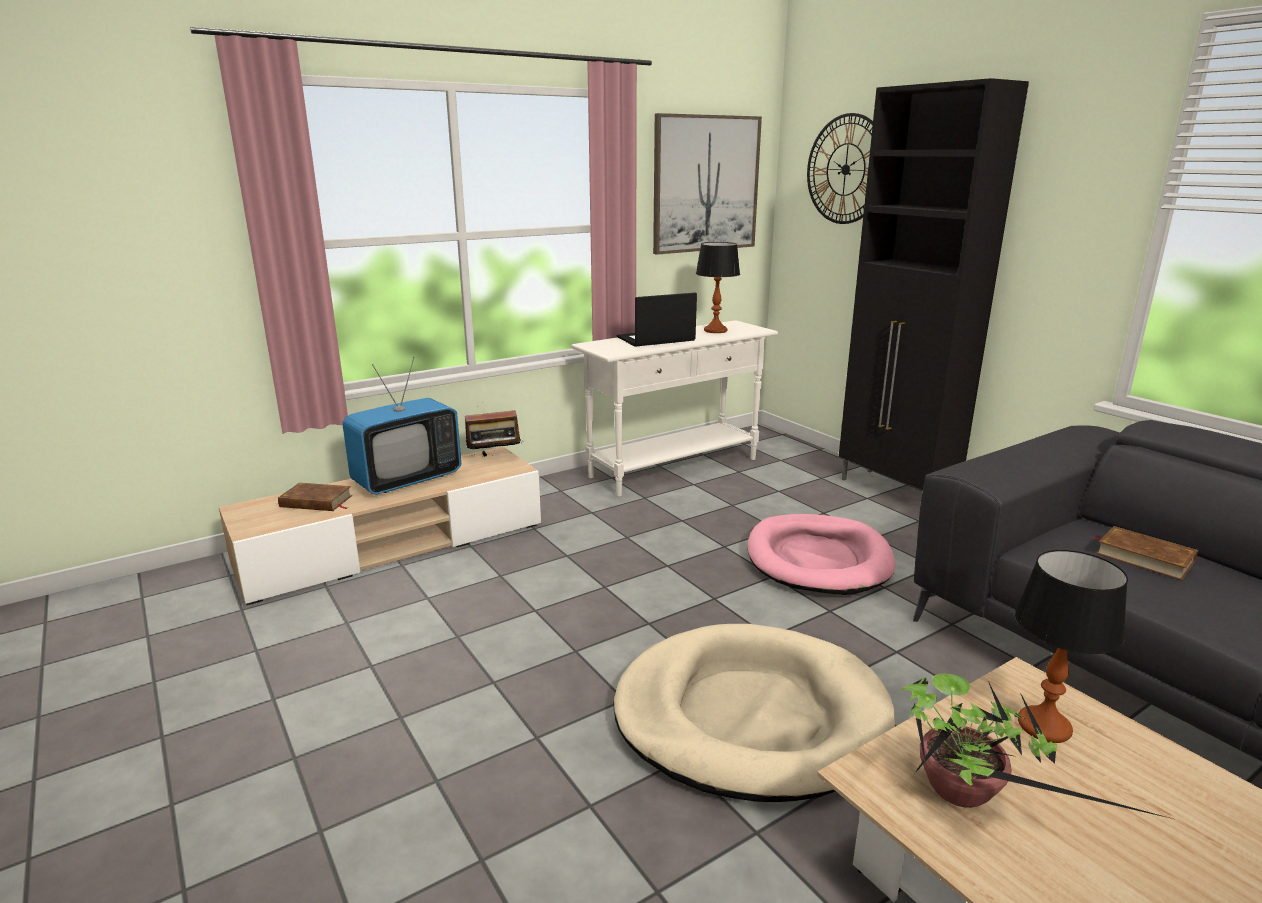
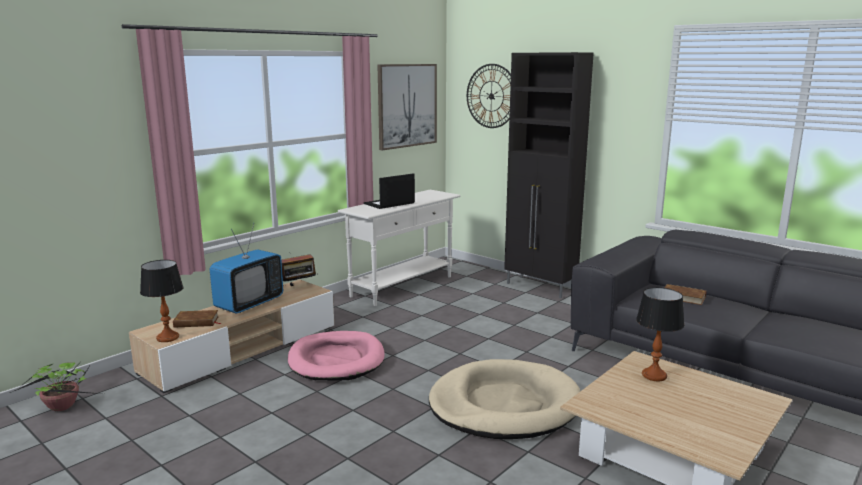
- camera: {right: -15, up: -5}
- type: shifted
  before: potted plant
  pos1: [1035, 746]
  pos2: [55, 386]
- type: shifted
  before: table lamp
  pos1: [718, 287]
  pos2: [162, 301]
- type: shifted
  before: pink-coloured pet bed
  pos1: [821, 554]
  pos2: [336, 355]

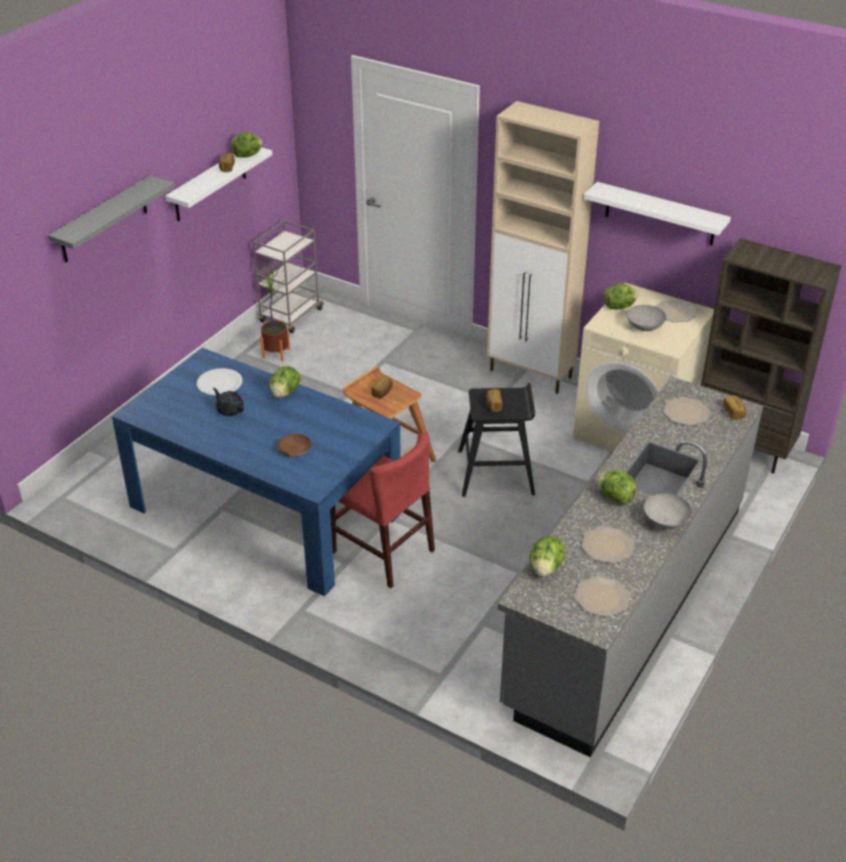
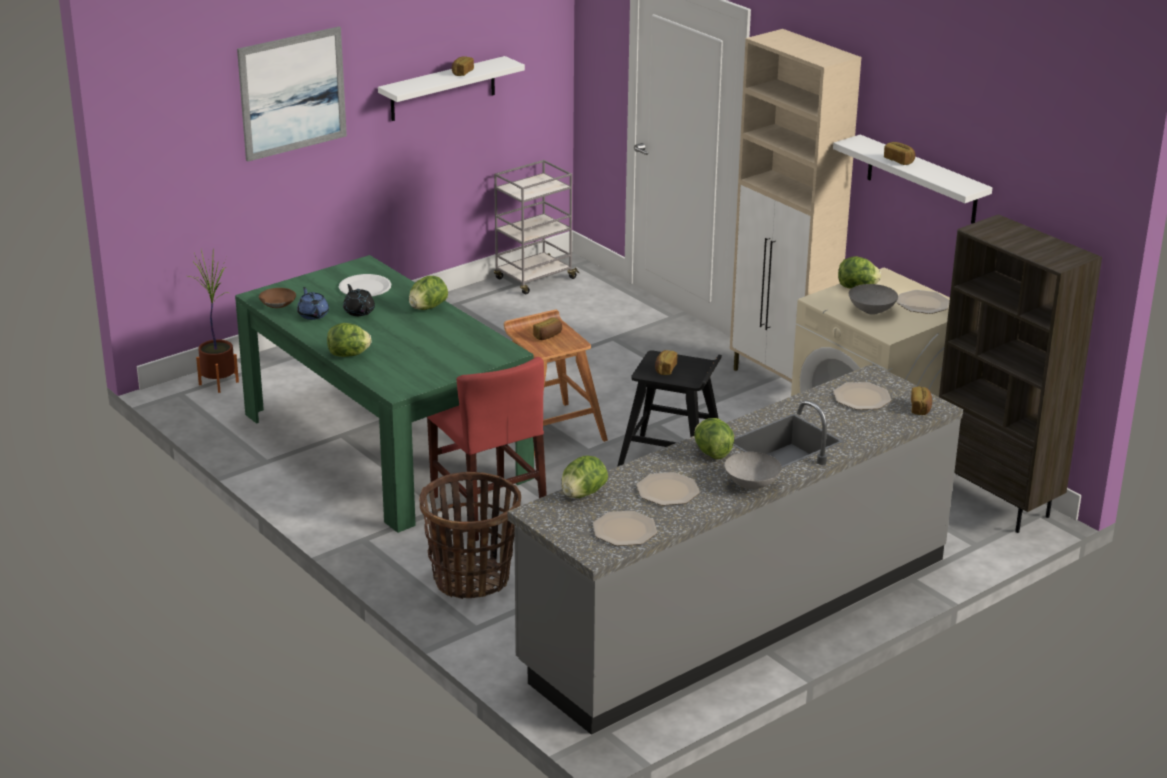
- camera: {right: 20, up: -10}
- type: shifted
  before: potted plant
  pos1: [271, 308]
  pos2: [213, 321]
- type: repainted
  before: blue-coloured dining table
  after: green dining table
  pos1: [256, 472]
  pos2: [384, 394]
- type: swapped
  before: greyish shelf
  after: wall art
  pos1: [111, 218]
  pos2: [292, 94]
- type: shifted
  before: brownish bowl
  pos1: [294, 445]
  pos2: [277, 298]
- type: new
  after: blue-coloured tea pot
  pos2: [313, 303]
- type: shifted
  before: lettuce
  pos1: [246, 145]
  pos2: [349, 340]
- type: new
  after: household basket
  pos2: [470, 535]
- type: new
  after: bread
  pos2: [900, 153]

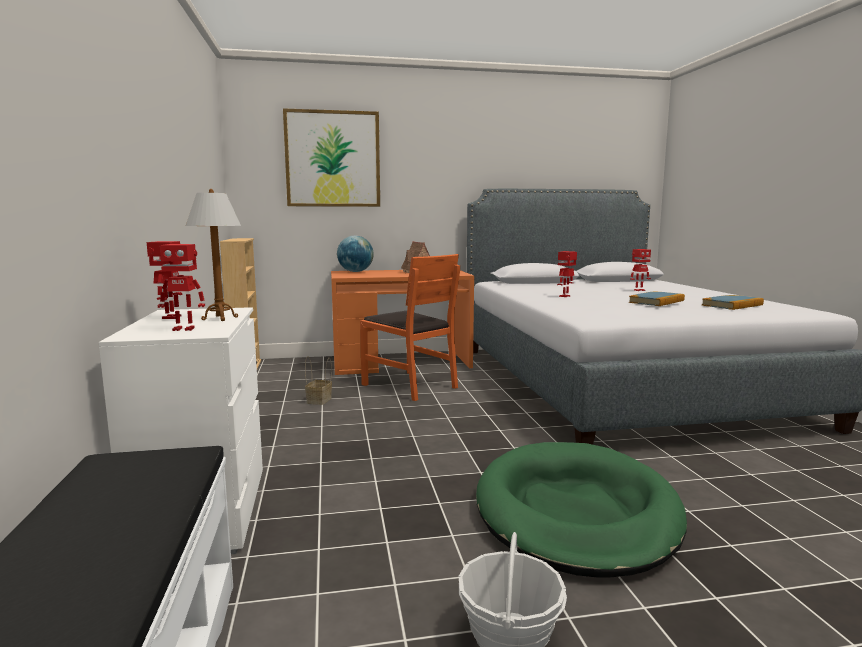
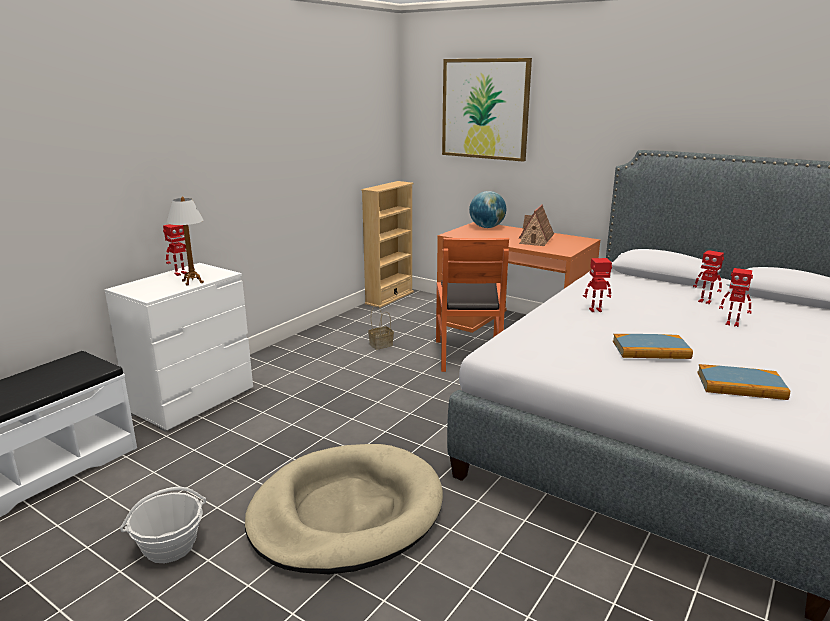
- camera: {right: 45, up: 10}
- type: repainted
  before: green pet bed
  after: beige pet bed
  pos1: [581, 510]
  pos2: [344, 509]
- type: shifted
  before: robot figure
  pos1: [181, 287]
  pos2: [708, 277]

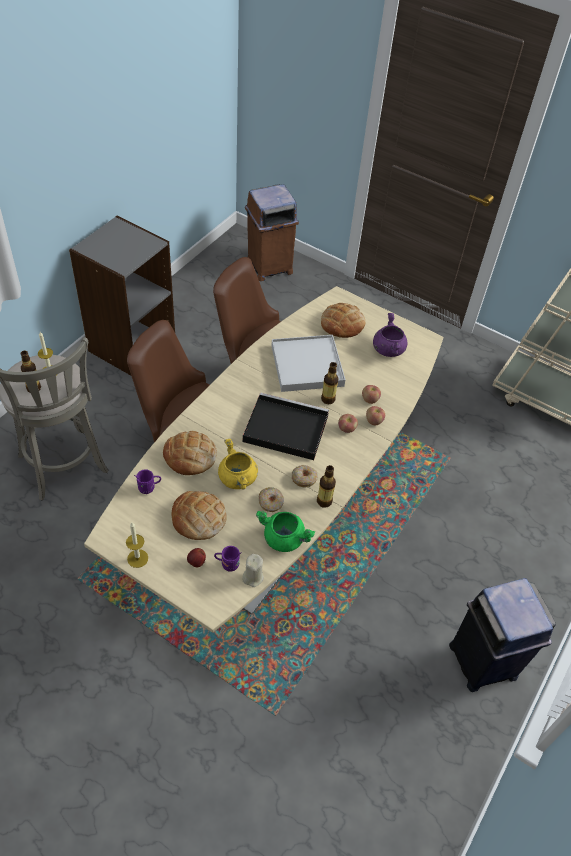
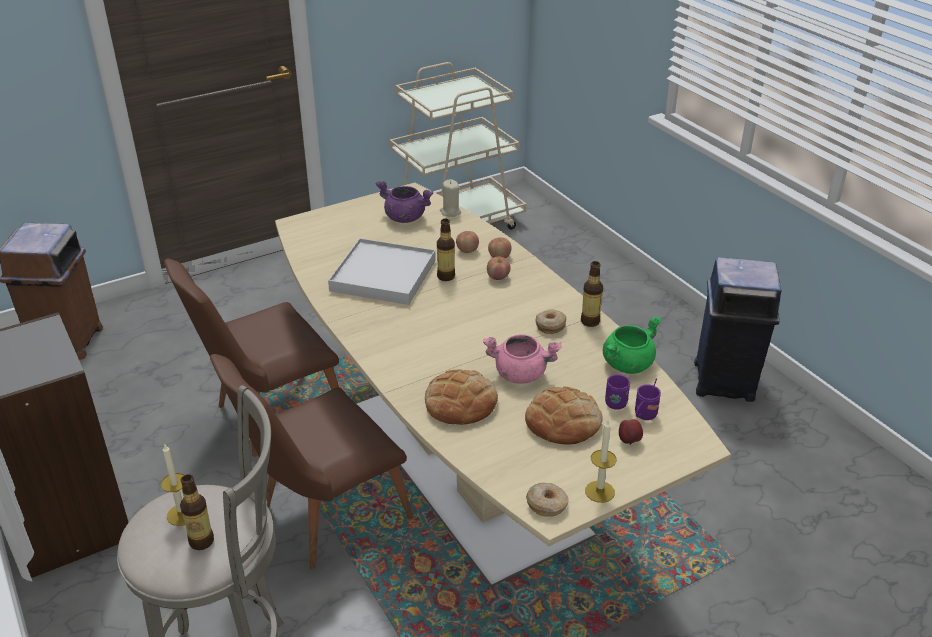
- camera: {right: -60, up: -15}
- type: shifted
  before: beige candle
  pos1: [253, 570]
  pos2: [450, 198]
- type: repainted
  before: yellowish cooking pot
  after: pink-coloured cooking pot
  pos1: [238, 464]
  pos2: [522, 359]
- type: shifted
  before: donut
  pos1: [271, 499]
  pos2: [547, 500]
- type: shifted
  before: purple tea mug
  pos1: [147, 481]
  pos2: [617, 392]
- type: gone
  before: blackish tray
  pos1: [286, 426]
- type: gone
  before: bread
  pos1: [343, 320]

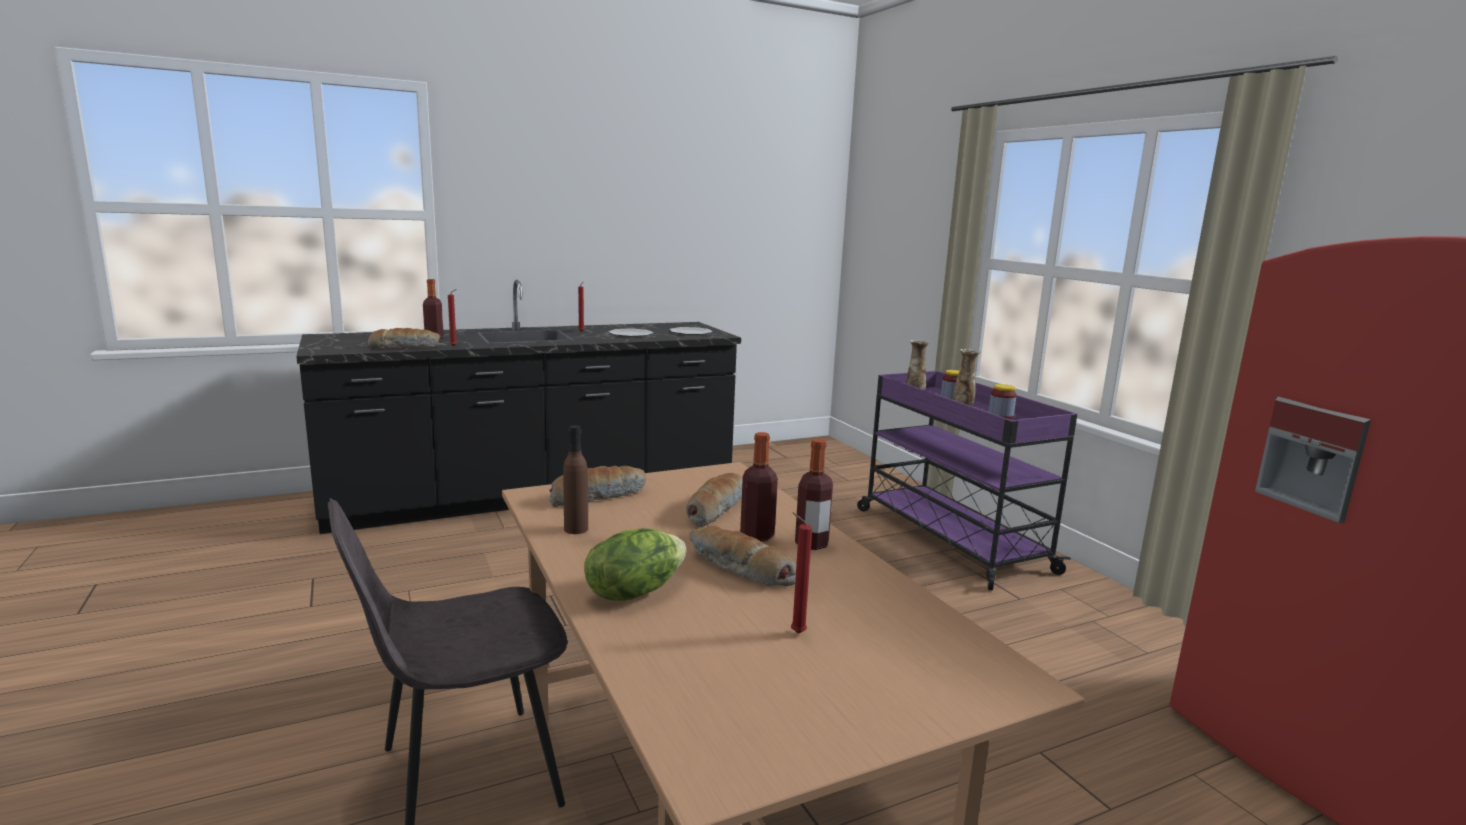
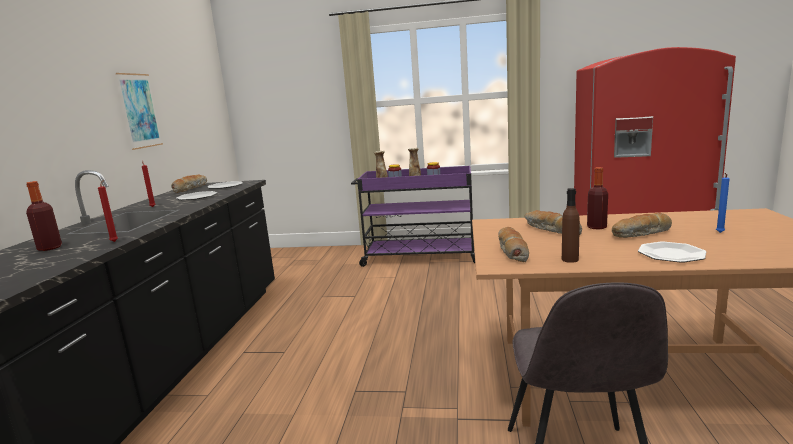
- camera: {right: -55, up: 0}
- type: new
  after: wall art
  pos2: [139, 111]
- type: shifted
  before: bread
  pos1: [404, 338]
  pos2: [189, 183]
- type: swapped
  before: lettuce
  after: flat dish
  pos1: [635, 564]
  pos2: [672, 252]
- type: repainted
  before: reddish candle
  after: blue-coloured candle
  pos1: [801, 573]
  pos2: [723, 203]
- type: gone
  before: beverage bottle
  pos1: [814, 494]

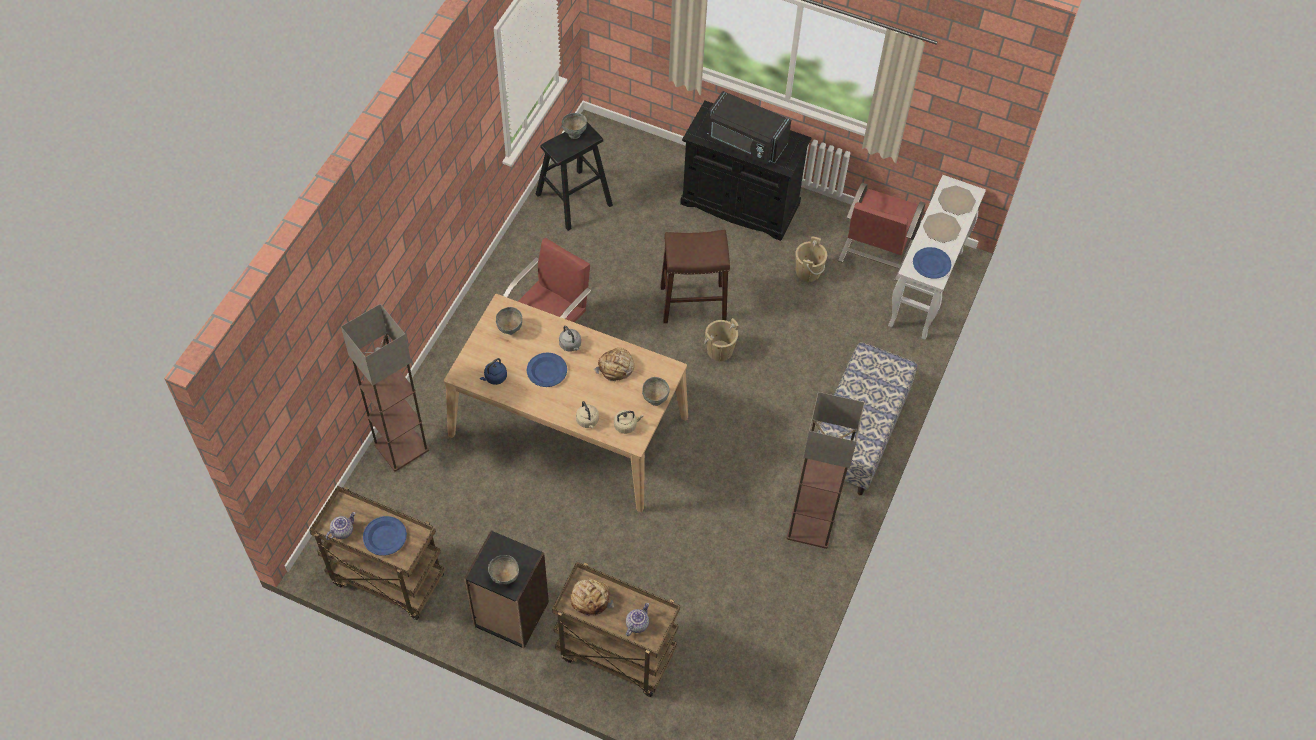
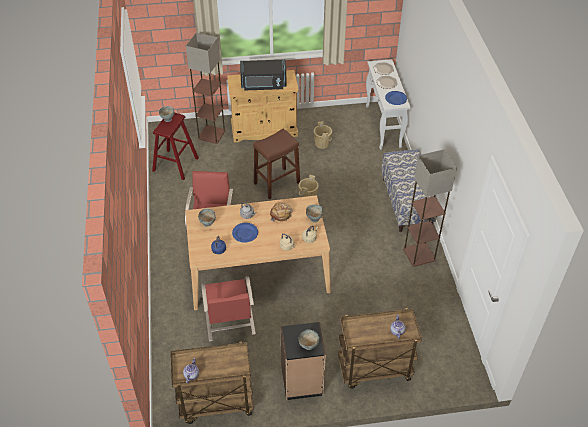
- camera: {right: -30, up: -10}
- type: repainted
  before: blackish stool seat
  after: reddish stool seat
  pos1: [574, 176]
  pos2: [175, 146]
- type: shifted
  before: standard lamp
  pos1: [385, 388]
  pos2: [206, 88]
- type: shifted
  before: reddish chair
  pos1: [882, 232]
  pos2: [228, 309]
- type: repainted
  before: blackish cupboard
  after: beige cupboard
  pos1: [745, 171]
  pos2: [263, 106]
- type: gone
  before: blue-coloured flat dish
  pos1: [385, 536]
- type: gone
  before: bread
  pos1: [592, 597]

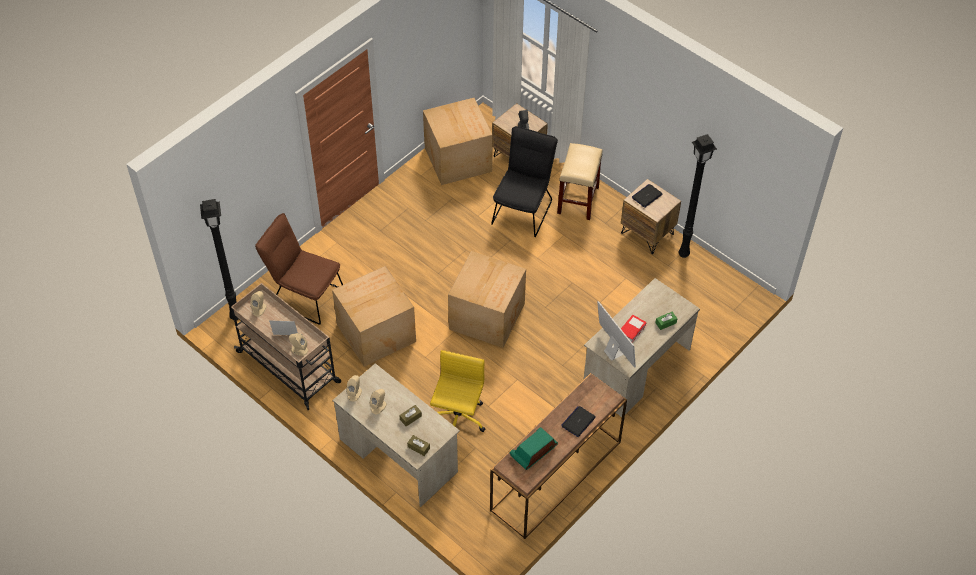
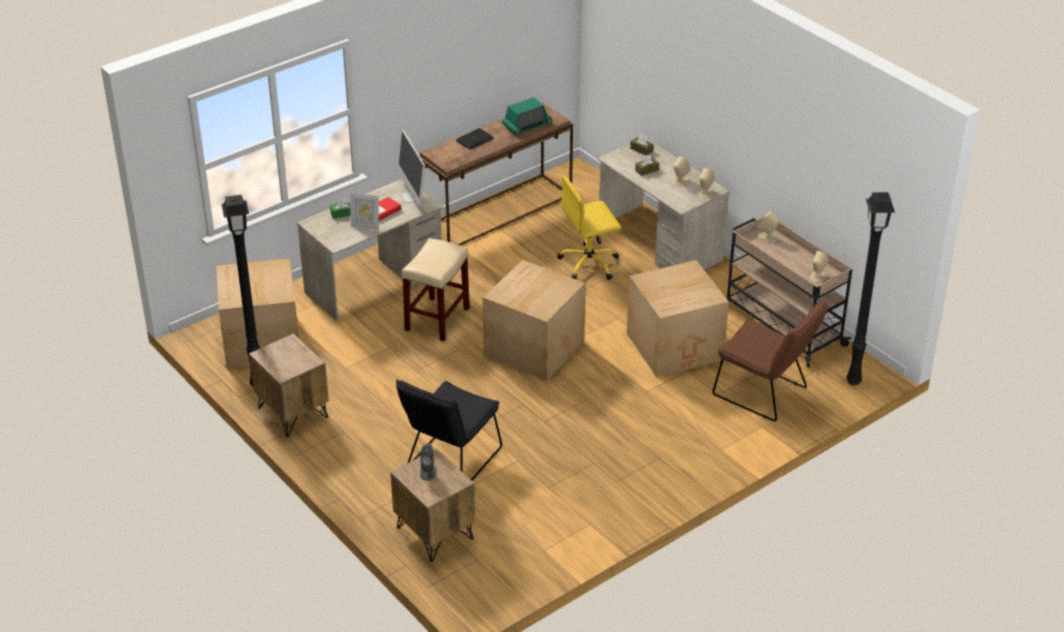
- camera: {right: -170, up: -15}
- type: shifted
  before: carton
  pos1: [458, 141]
  pos2: [257, 313]
- type: shifted
  before: standing frame
  pos1: [283, 327]
  pos2: [364, 211]
- type: shifted
  before: beige stool seat
  pos1: [580, 181]
  pos2: [436, 290]
- type: rotated
  before: yellowish desk chair
  pos1: [458, 391]
  pos2: [589, 227]
  turn: 45
- type: gone
  before: notebook computer
  pos1: [647, 196]

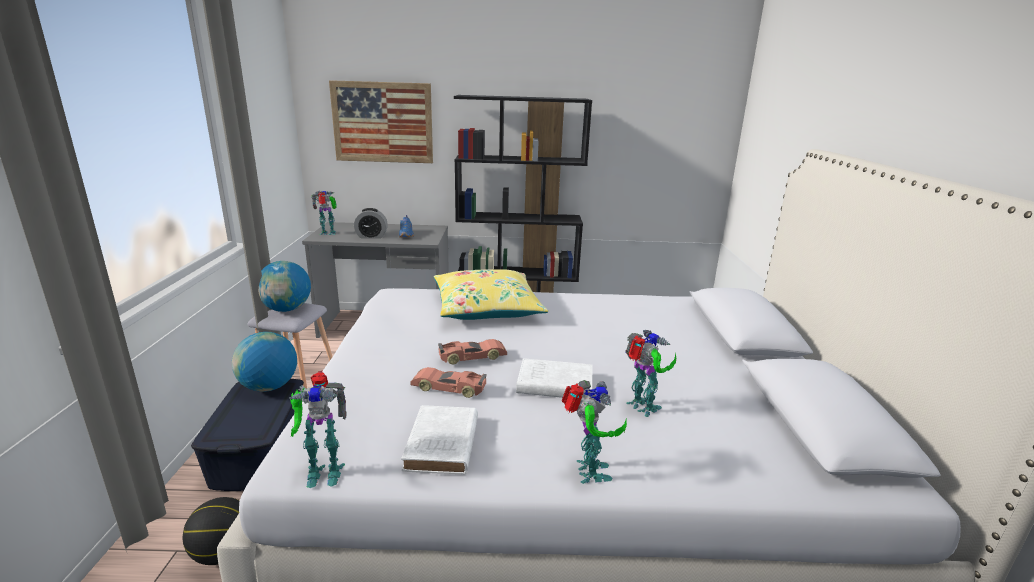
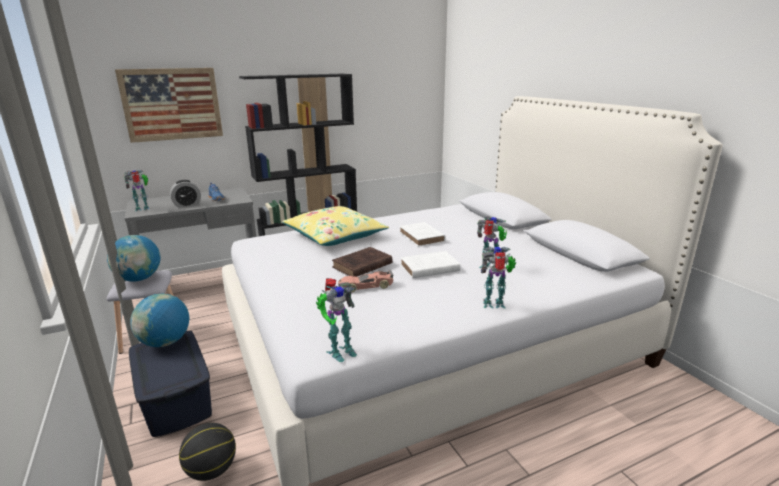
- camera: {right: -25, up: 0}
- type: swapped
  before: model car
  after: brownish volume
  pos1: [472, 351]
  pos2: [362, 262]
- type: shifted
  before: whitish volume
  pos1: [439, 440]
  pos2: [422, 234]
- type: rotated
  before: robot figure
  pos1: [594, 432]
  pos2: [498, 277]
  turn: -60

